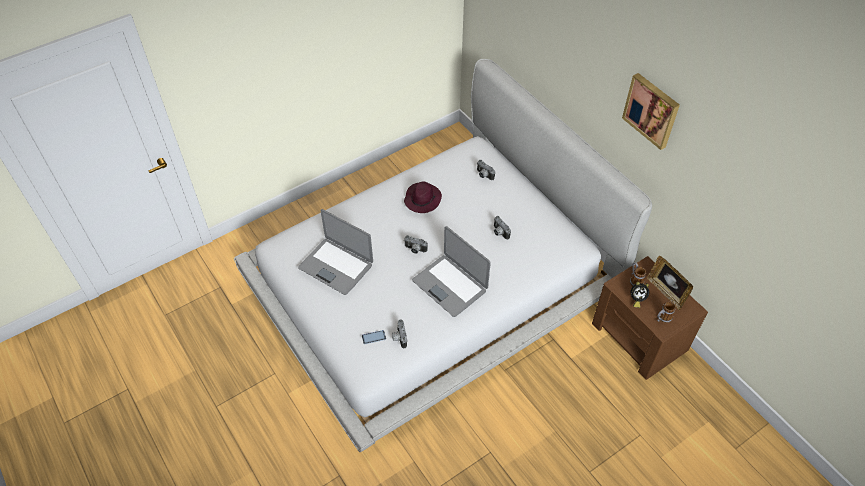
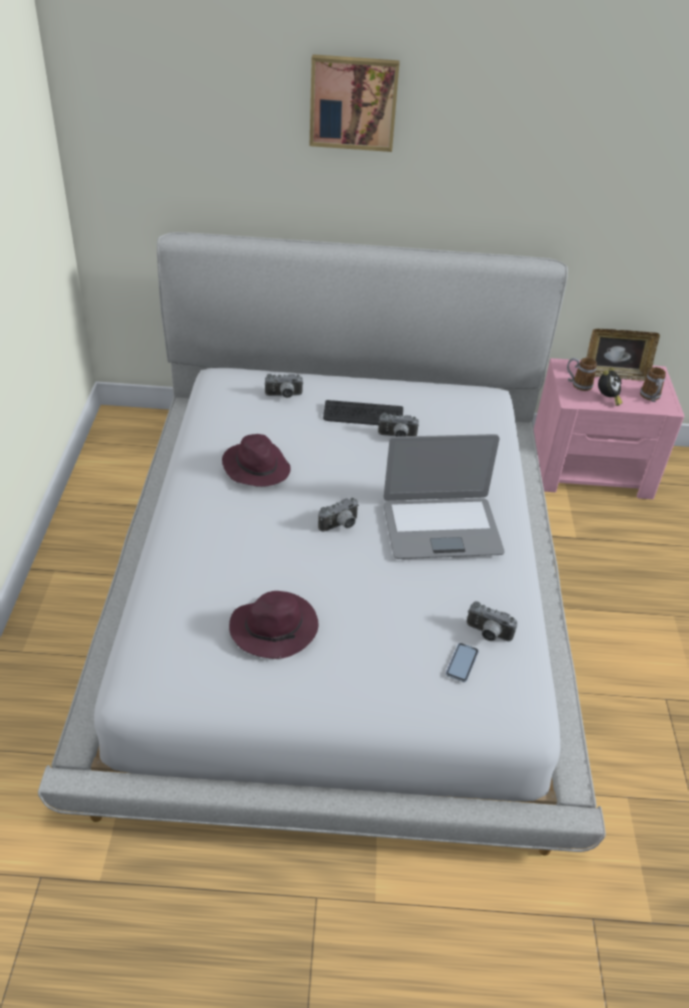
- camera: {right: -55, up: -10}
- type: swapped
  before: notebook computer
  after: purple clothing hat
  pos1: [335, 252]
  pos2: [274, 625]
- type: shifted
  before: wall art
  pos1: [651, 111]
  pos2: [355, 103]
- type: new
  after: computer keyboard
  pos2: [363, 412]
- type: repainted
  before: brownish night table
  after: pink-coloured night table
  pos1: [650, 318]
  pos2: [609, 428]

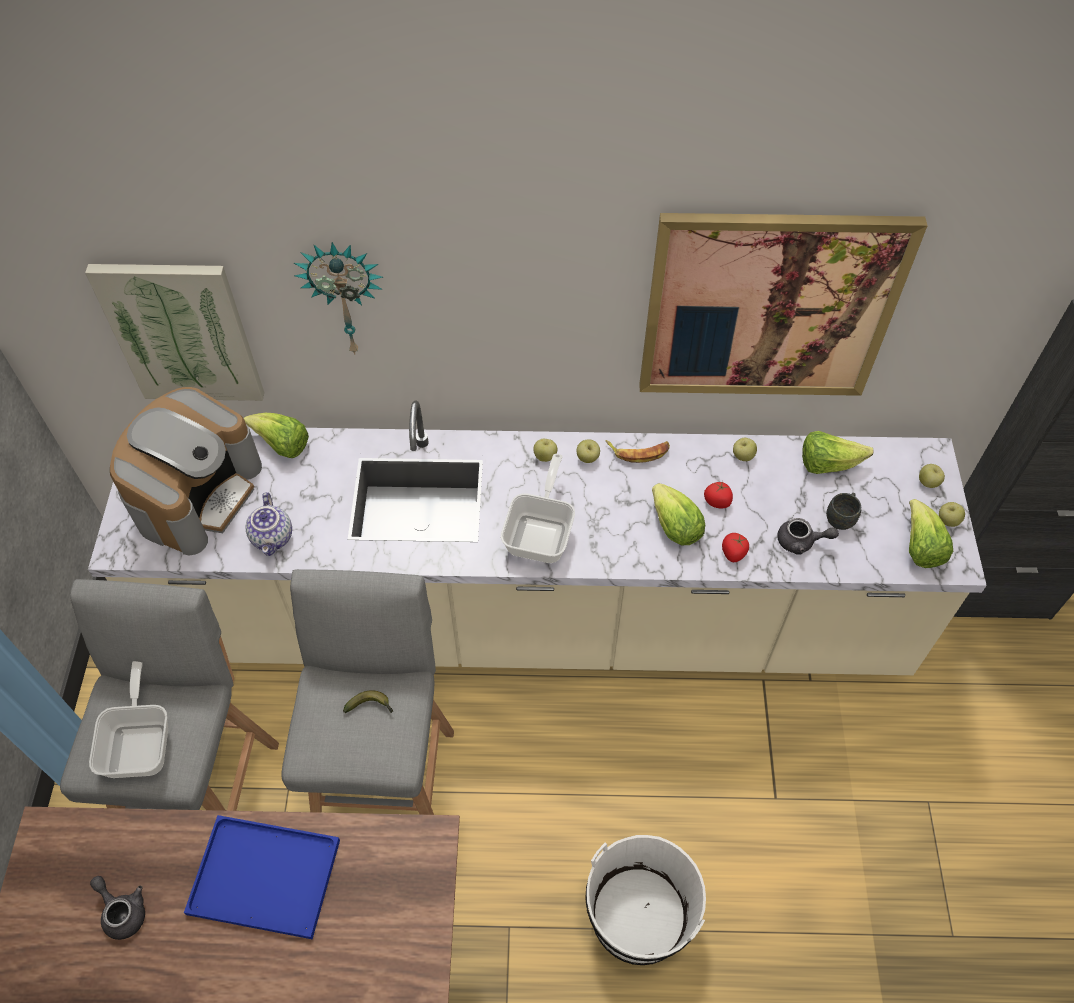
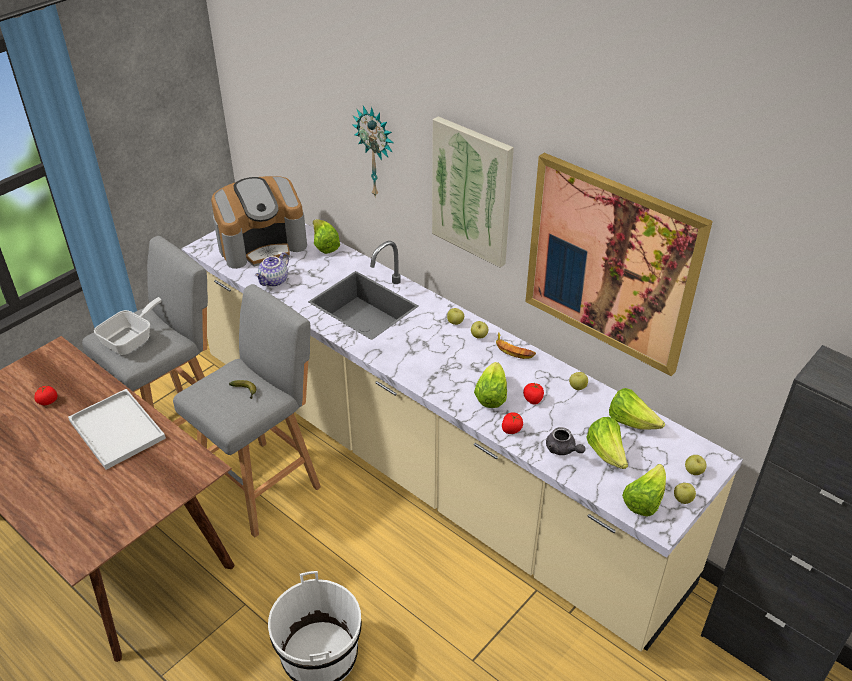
- camera: {right: 40, up: -15}
- type: swapped
  before: greyish tea pot
  after: whole tomato
  pos1: [117, 908]
  pos2: [46, 395]
- type: repainted
  before: blue-coloured tray
  after: whitish tray
  pos1: [262, 877]
  pos2: [117, 429]
- type: shifted
  before: wall art
  pos1: [174, 332]
  pos2: [473, 192]
- type: swapped
  before: greyish tea mug
  after: lettuce
  pos1: [843, 511]
  pos2: [607, 443]
- type: gone
  before: frying pan
  pos1: [538, 508]

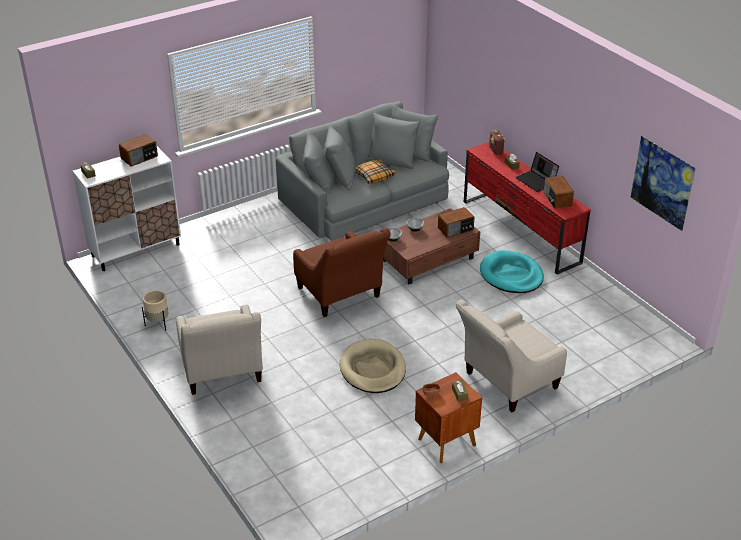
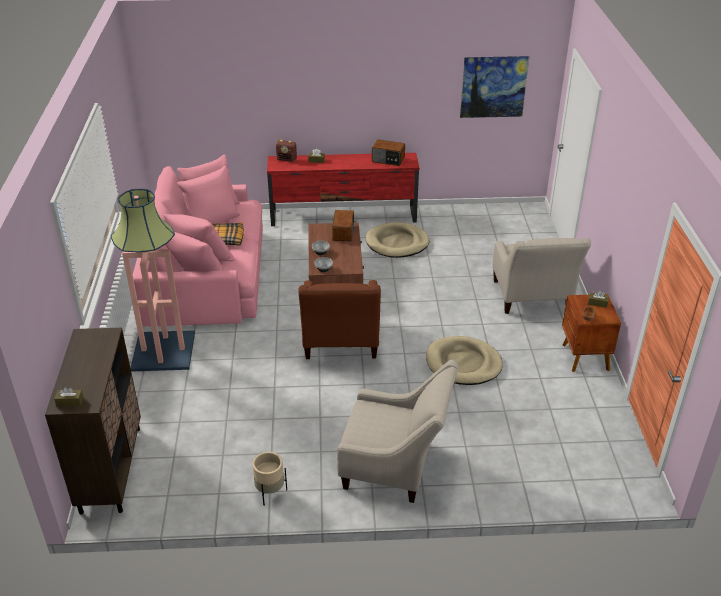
- camera: {right: -60, up: 0}
- type: repainted
  before: whitish cupboard
  after: brownish cupboard
  pos1: [127, 208]
  pos2: [93, 421]
- type: new
  after: standard lamp
  pos2: [153, 280]
- type: repainted
  before: greyish couch
  after: pink-coloured couch
  pos1: [362, 171]
  pos2: [198, 240]
- type: rotated
  before: brownish easy chair
  pos1: [342, 272]
  pos2: [340, 319]
  turn: 90
- type: repainted
  before: turquoise-coloured pet bed
  after: beige pet bed
  pos1: [512, 271]
  pos2: [398, 240]
- type: gone
  before: radio
  pos1: [138, 150]
- type: gone
  before: notebook computer
  pos1: [537, 172]

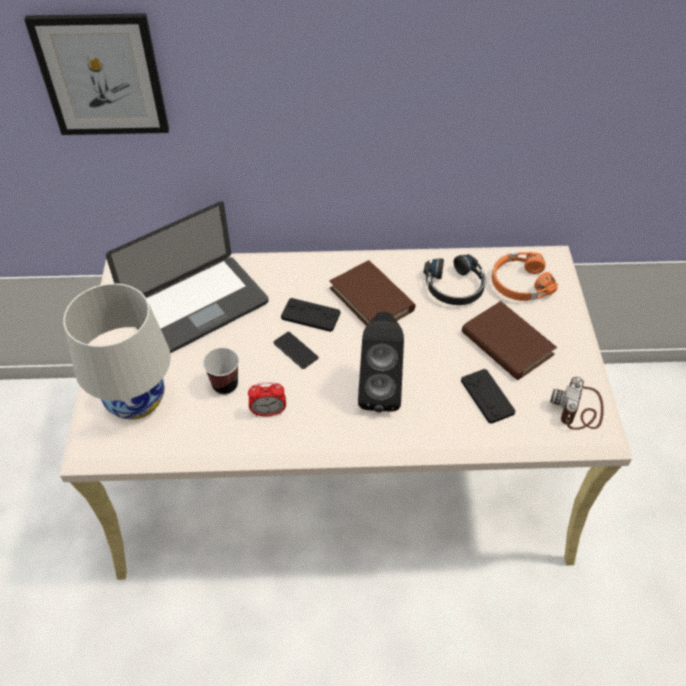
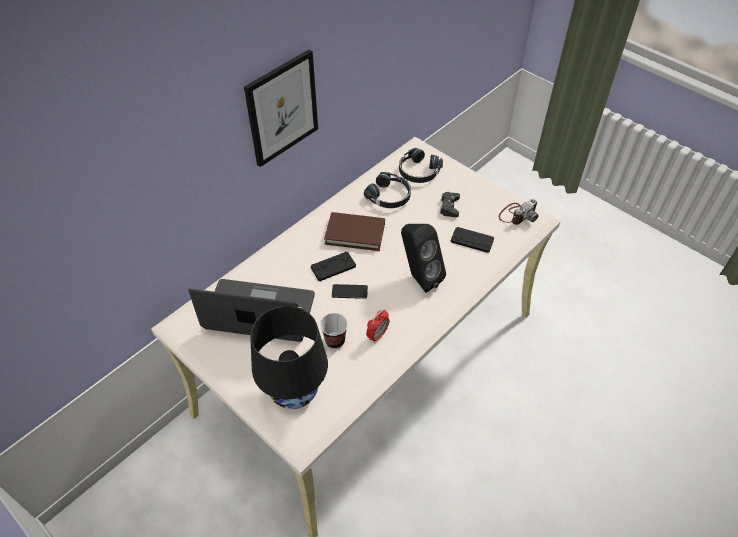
- camera: {right: -45, up: 0}
- type: rotated
  before: notebook computer
  pos1: [187, 277]
  pos2: [251, 310]
  turn: -90
- type: shifted
  before: wall art
  pos1: [96, 74]
  pos2: [281, 108]
- type: repainted
  before: whitish table lamp
  after: blackish table lamp
  pos1: [117, 351]
  pos2: [289, 357]
- type: repainted
  before: orange pair of headphones
  after: blackish pair of headphones
  pos1: [525, 276]
  pos2: [421, 165]
- type: swapped
  before: brownish volume
  after: blackish game controller
  pos1: [509, 340]
  pos2: [450, 204]
- type: rotated
  before: photo camera
  pos1: [577, 403]
  pos2: [518, 212]
  turn: -105

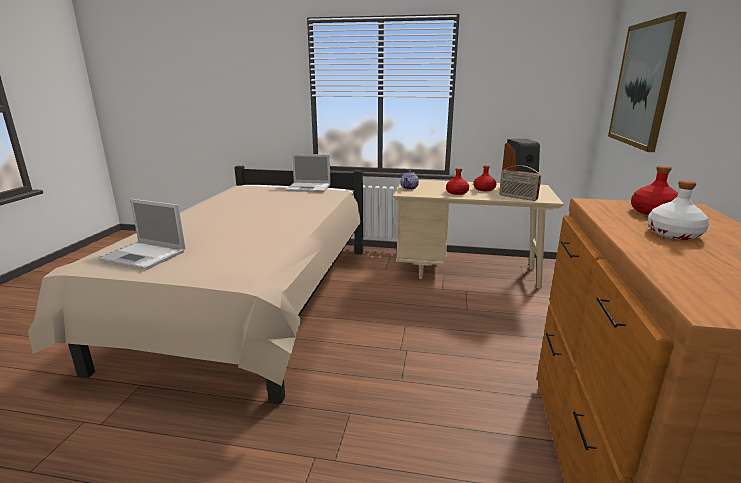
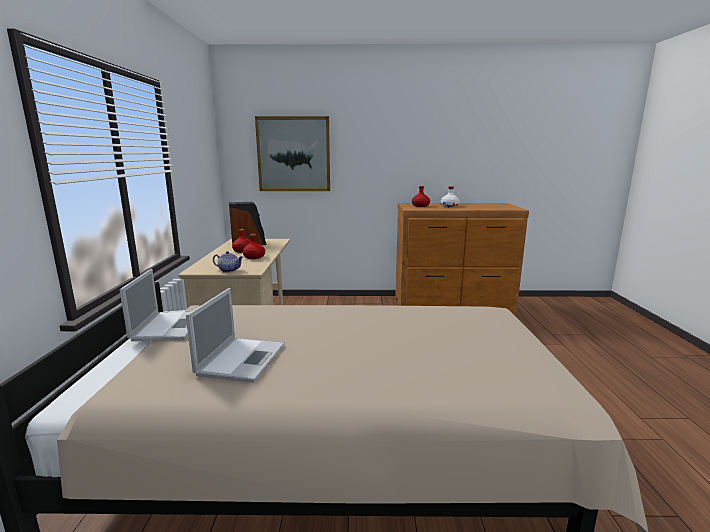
- camera: {right: -100, up: -5}
- type: shifted
  before: notebook computer
  pos1: [141, 234]
  pos2: [235, 335]
- type: gone
  before: radio
  pos1: [520, 183]

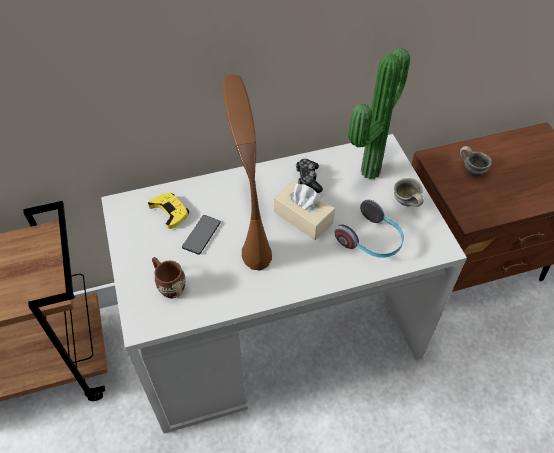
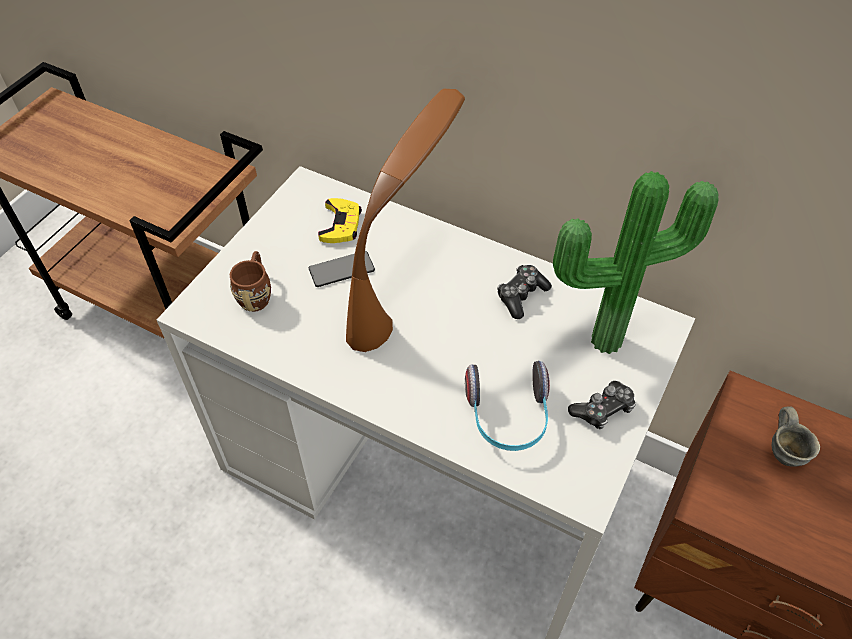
- camera: {right: 45, up: 0}
- type: swapped
  before: greyish tea mug
  after: game controller
  pos1: [409, 192]
  pos2: [602, 405]
- type: gone
  before: beige tissue box
  pos1: [304, 210]

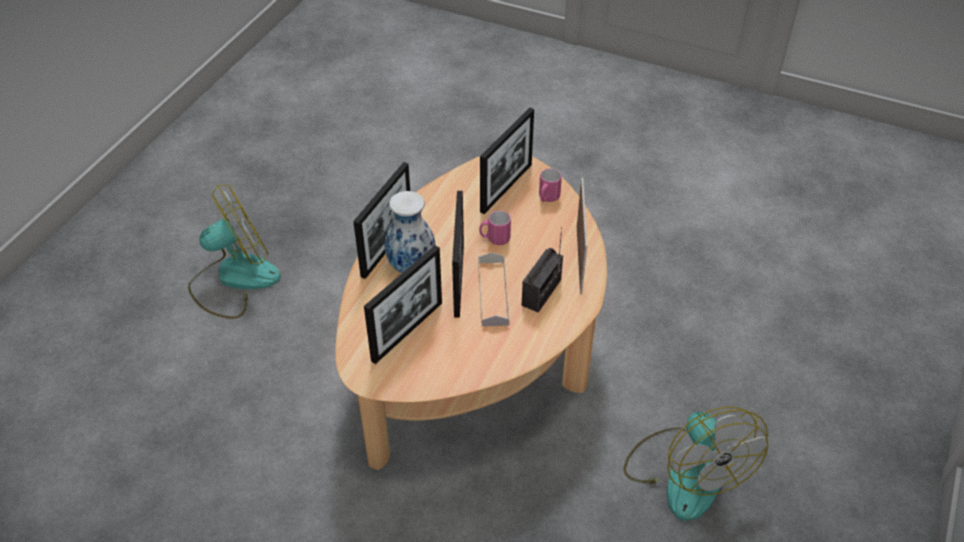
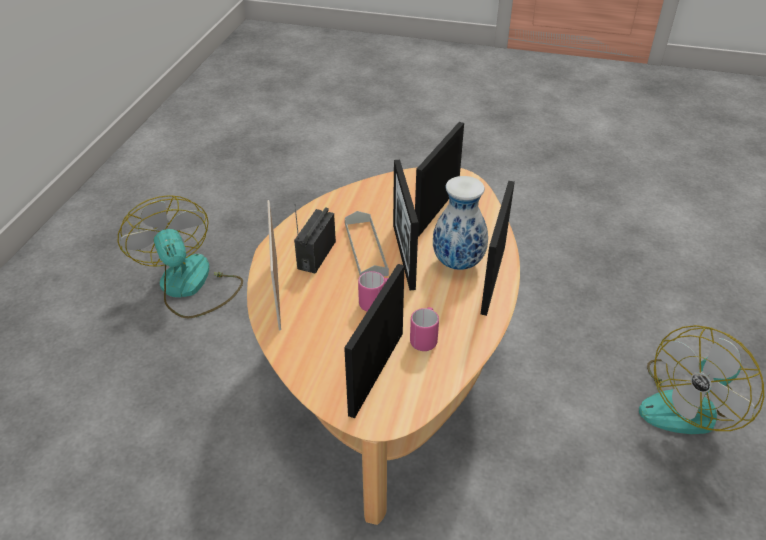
- camera: {right: 170, up: -5}
- type: shifted
  before: pink-coloured tea mug
  pos1: [550, 185]
  pos2: [424, 329]

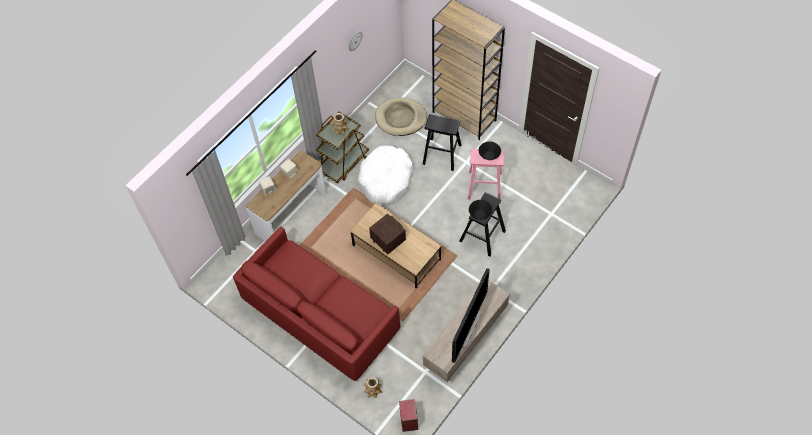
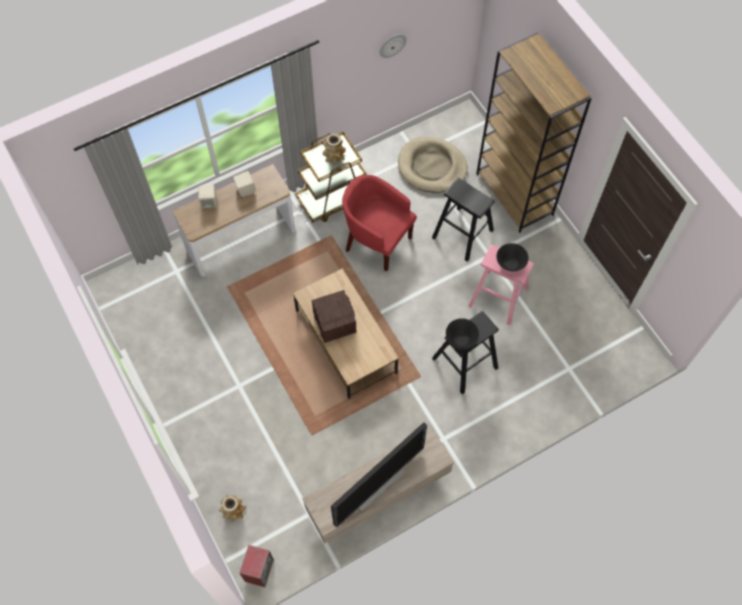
- camera: {right: 20, up: 5}
- type: swapped
  before: whitish pet bed
  after: reddish easy chair
  pos1: [385, 174]
  pos2: [379, 223]
- type: gone
  before: reddish couch
  pos1: [316, 304]

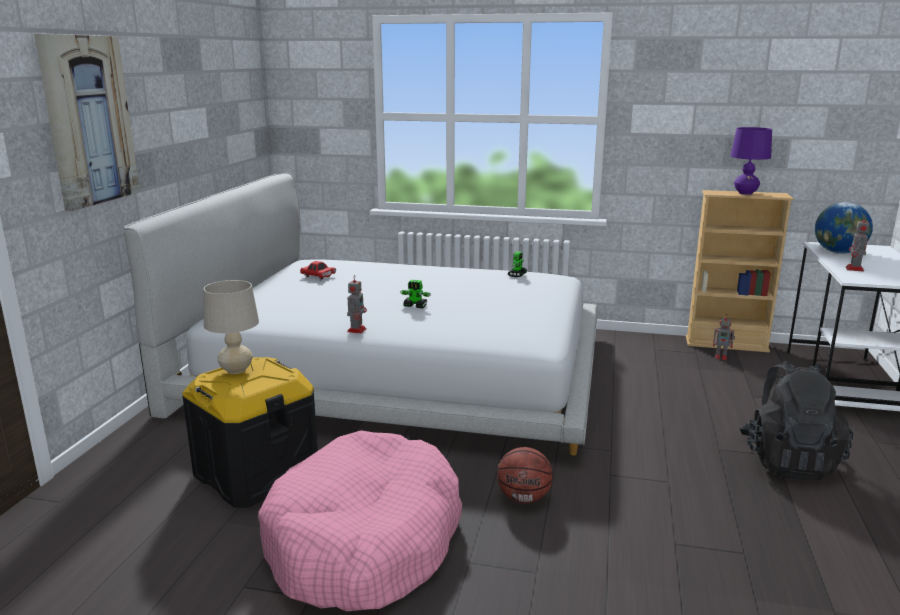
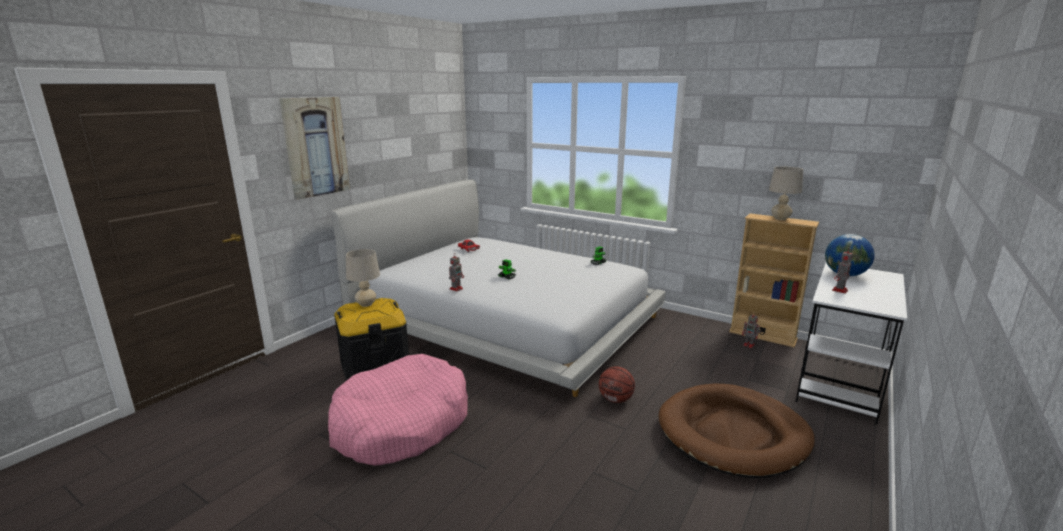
- camera: {right: 20, up: 0}
- type: shifted
  before: basketball ball
  pos1: [525, 475]
  pos2: [617, 384]
- type: swapped
  before: blackish rucksack
  after: brownish pet bed
  pos1: [796, 421]
  pos2: [736, 430]
- type: repainted
  before: purple table lamp
  after: beige table lamp
  pos1: [751, 161]
  pos2: [786, 193]

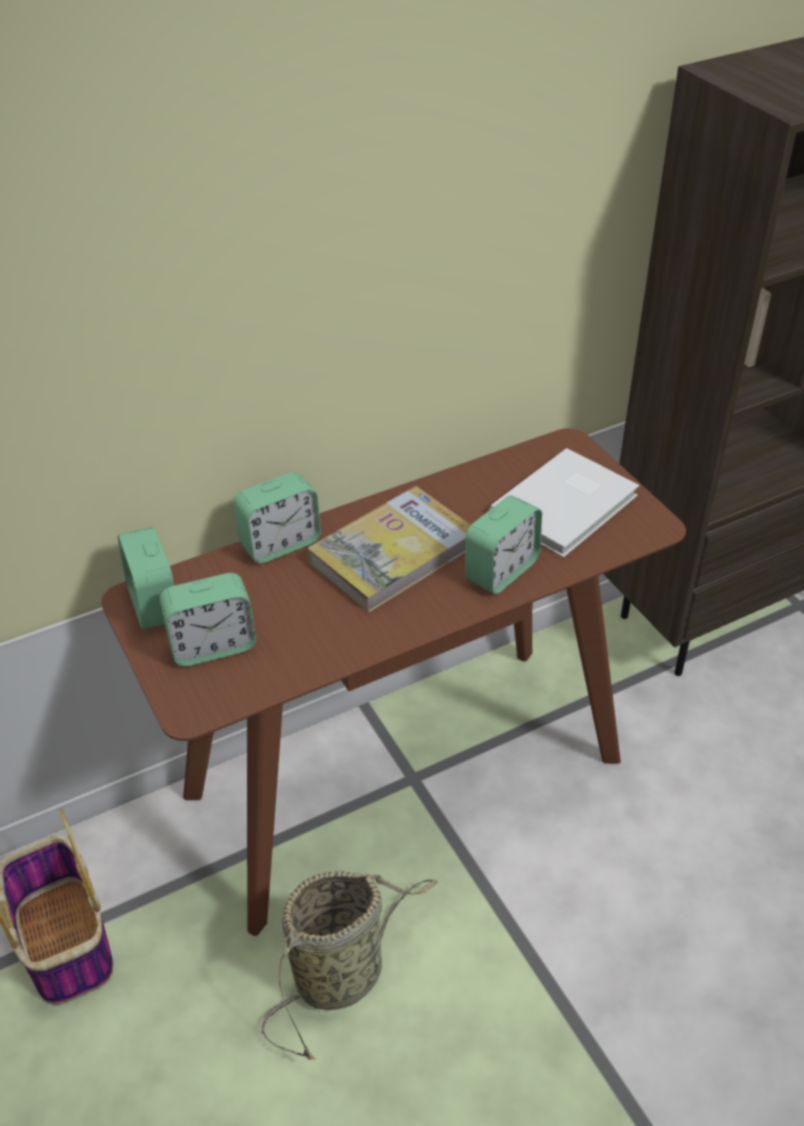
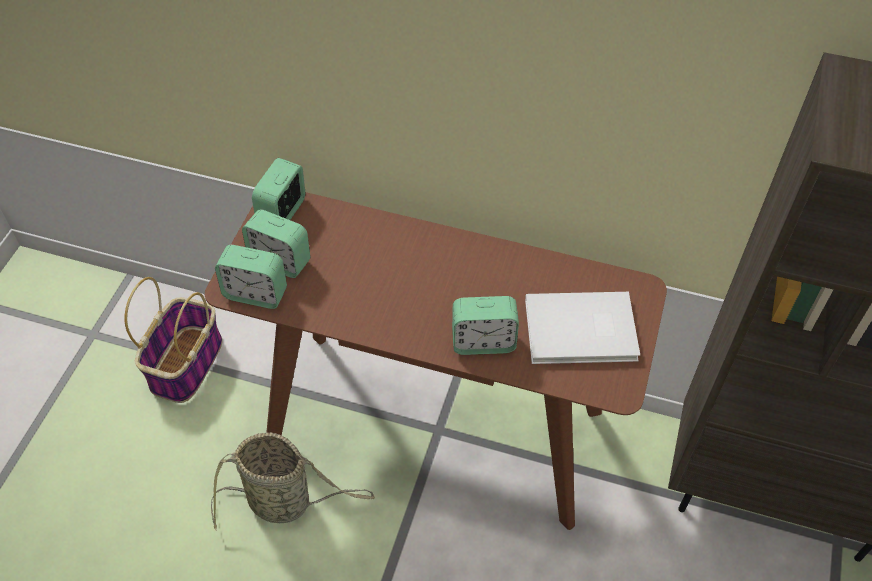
- camera: {right: 45, up: 10}
- type: shifted
  before: bedside clock
  pos1: [277, 517]
  pos2: [251, 277]
- type: gone
  before: volume
  pos1: [389, 549]

